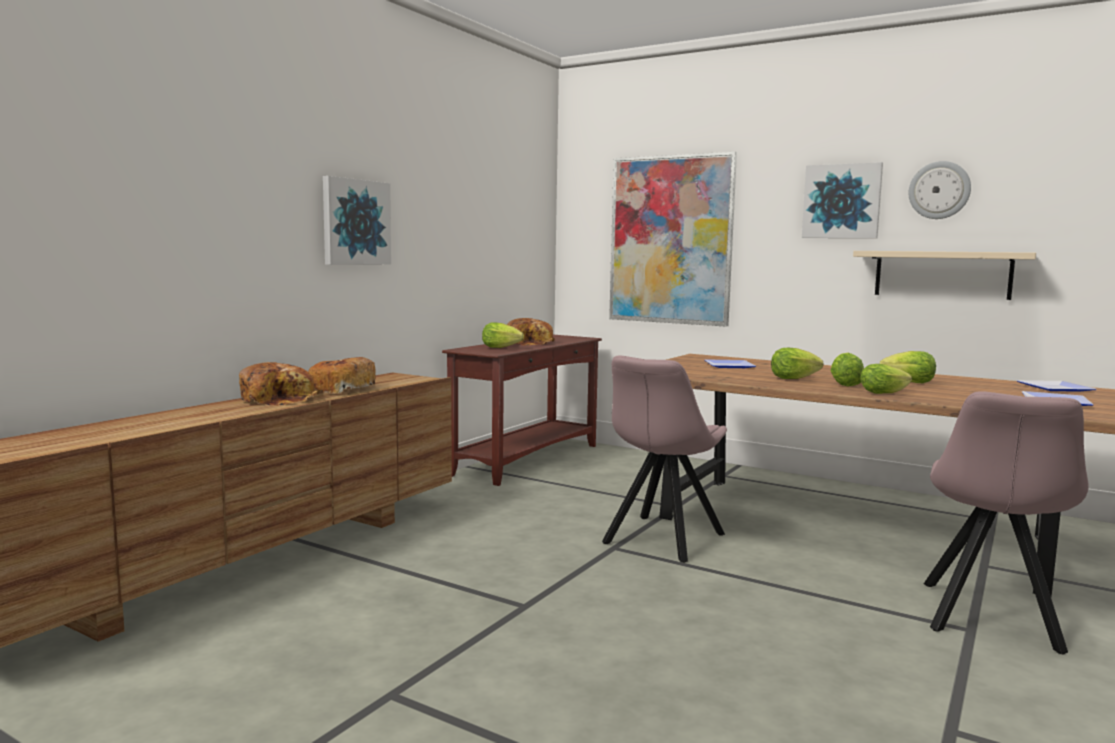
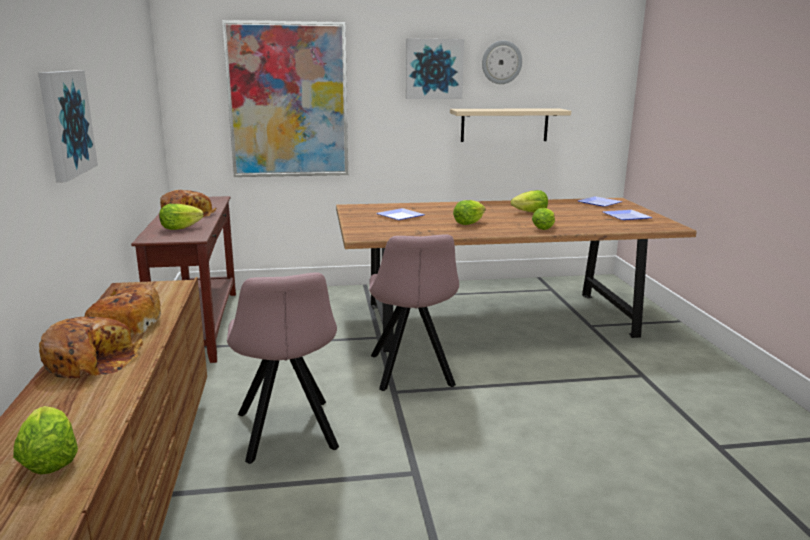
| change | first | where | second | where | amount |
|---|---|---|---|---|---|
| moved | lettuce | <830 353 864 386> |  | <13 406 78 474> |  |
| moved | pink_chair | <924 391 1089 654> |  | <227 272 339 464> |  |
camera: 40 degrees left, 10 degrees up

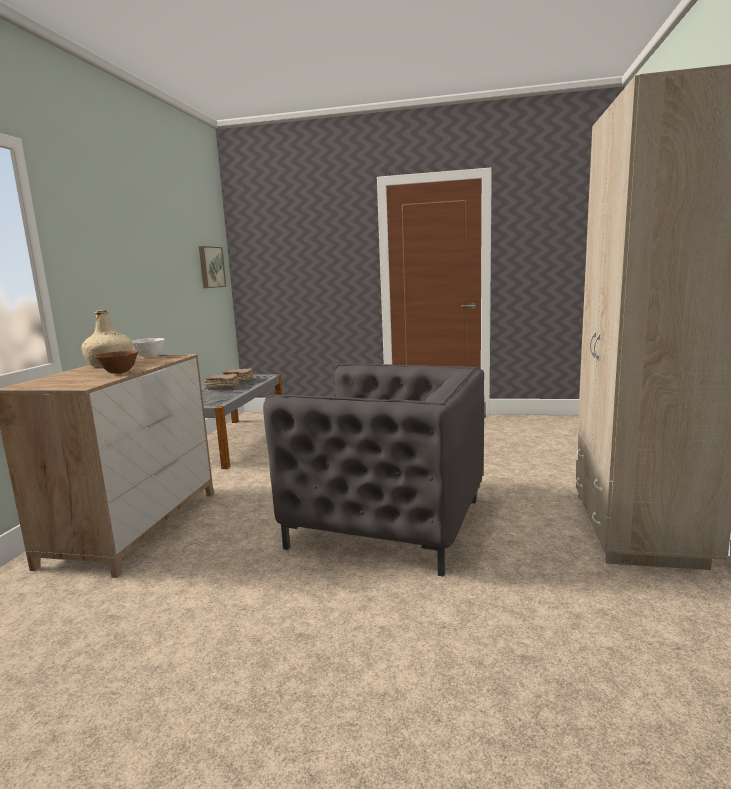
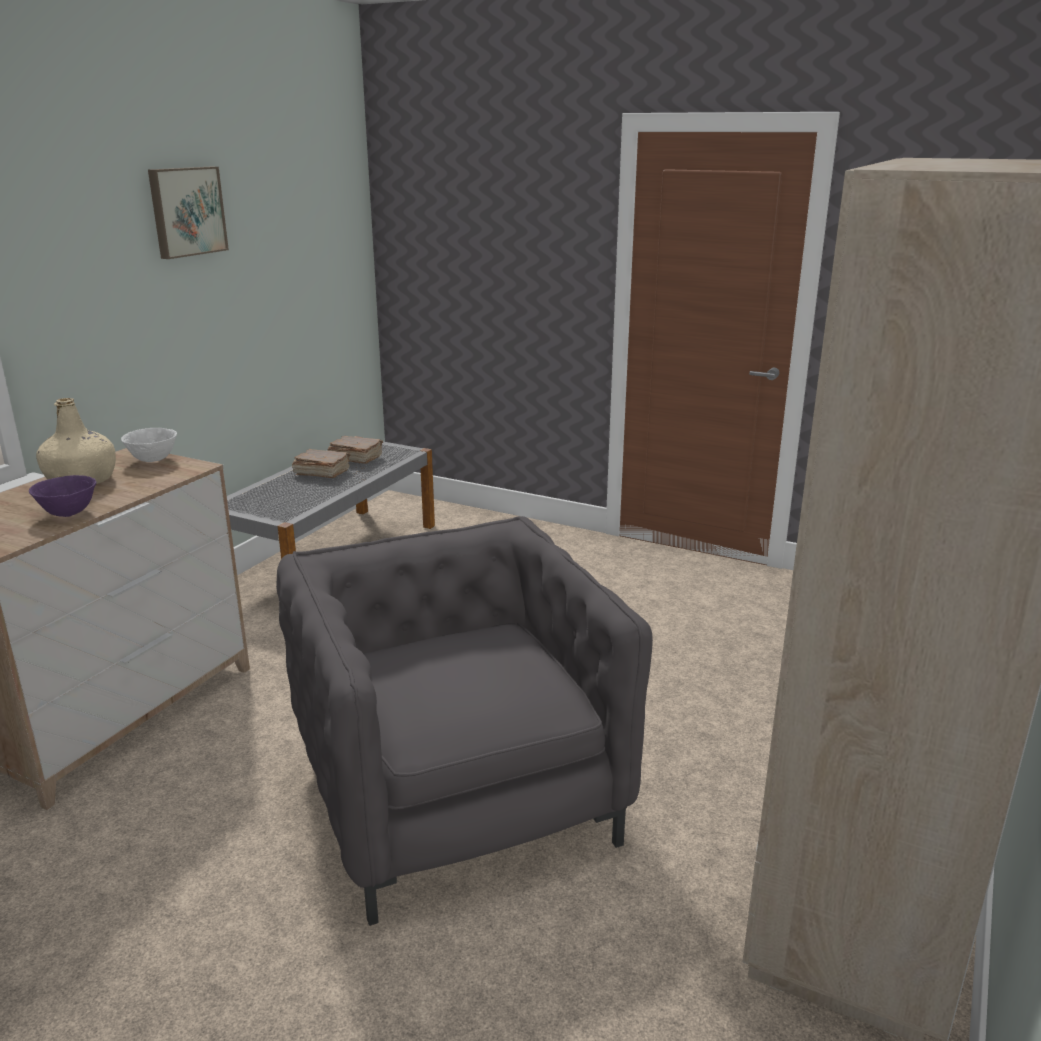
| change | first | where | second | where | amount |
|---|---|---|---|---|---|
| moved | picture | <199 246 226 288> |  | <148 167 229 259> |  |
| recoloured | brown_bowl | <94 351 138 374> | purple_bowl | <29 475 96 517> |  |
| turned | grey_armchair | <263 364 484 577> |  | <276 516 653 926> | 150 degrees counterclockwise |
camera: 15 degrees right, 10 degrees up

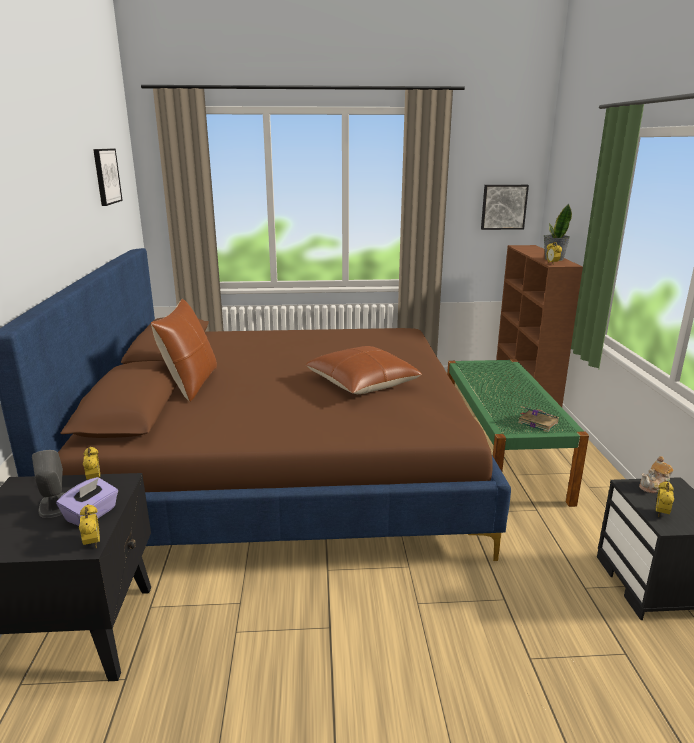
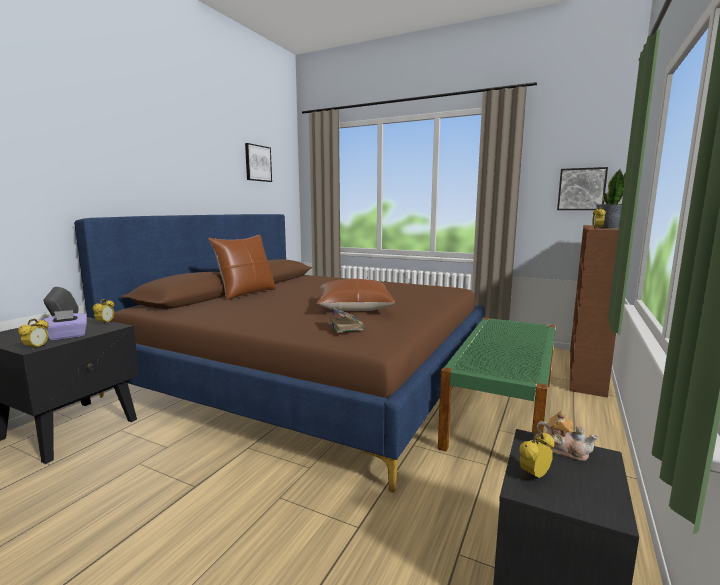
| change | first | where | second | where | amount |
|---|---|---|---|---|---|
| moved | book | <518 406 559 432> |  | <328 307 365 333> |  |
| turned | teapot | <639 456 673 493> |  | <537 411 599 461> | 150 degrees counterclockwise |
camera: 30 degrees right, 10 degrees down

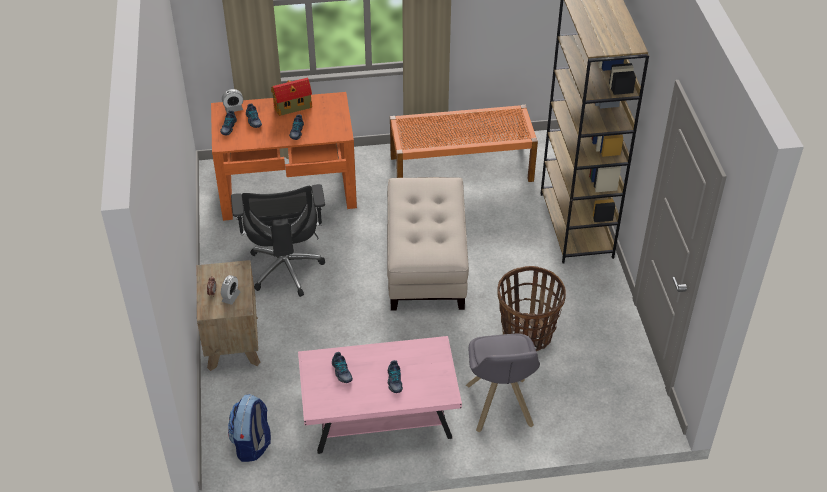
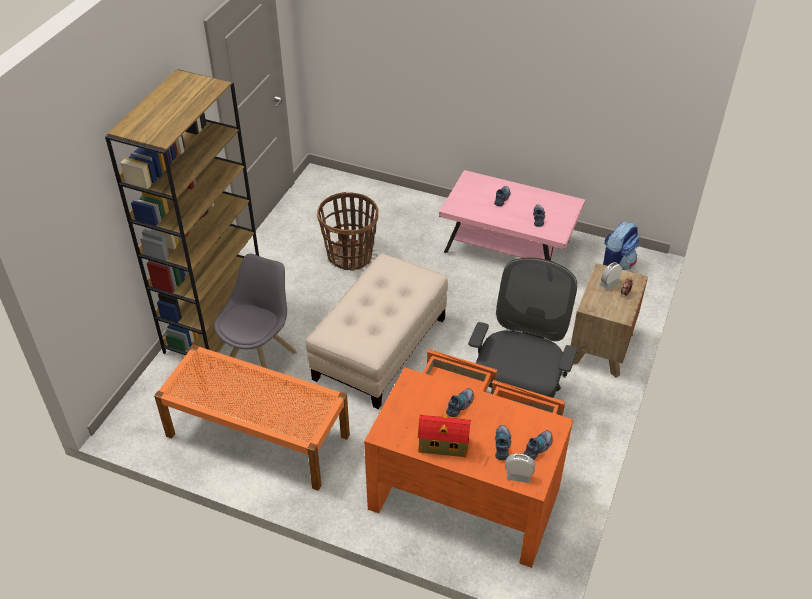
| change | first | where | second | where | amount |
|---|---|---|---|---|---|
| moved | grey_chair | <466 334 540 433> |  | <214 254 297 389> |  |
camera: 150 degrees left, 0 degrees up

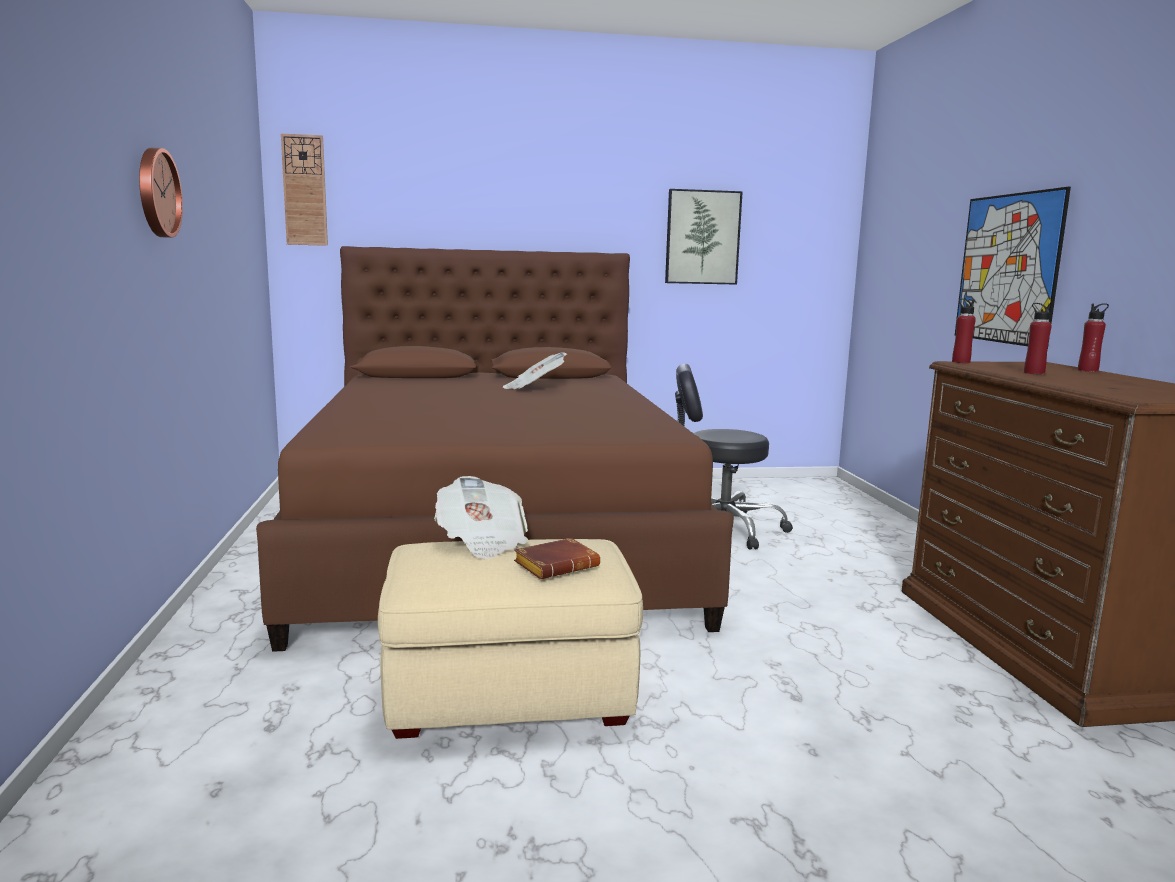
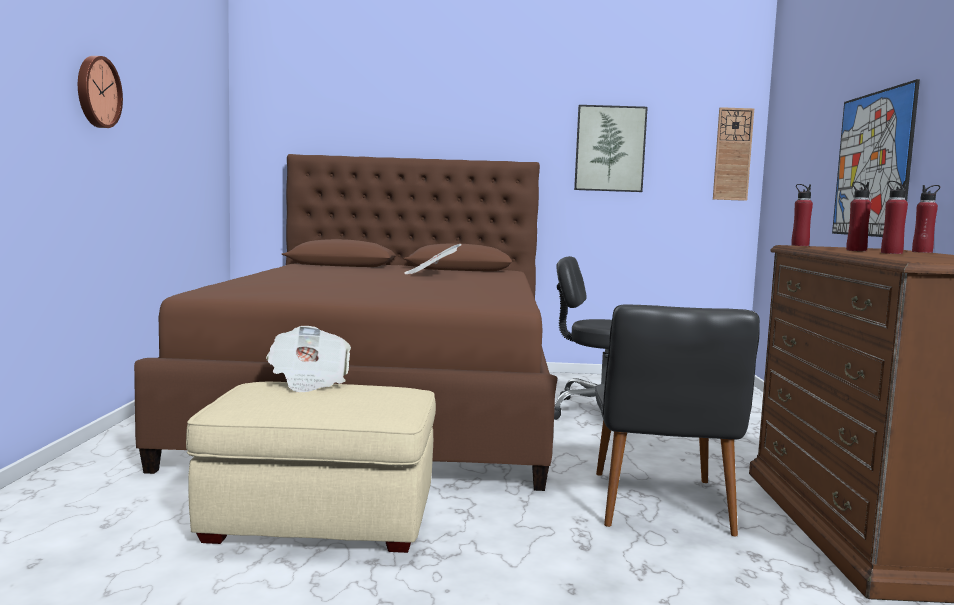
| change | first | where | second | where | amount |
|---|---|---|---|---|---|
| removed | brown_book | <514 538 600 579> |  |  |  |
| added |  |  | black_chair | <595 304 760 537> |  |
| added |  |  | red_bottle | <881 181 908 254> |  |
| moved | wall_clock | <281 134 328 246> |  | <713 107 754 201> |  |
camera: 10 degrees right, 5 degrees down

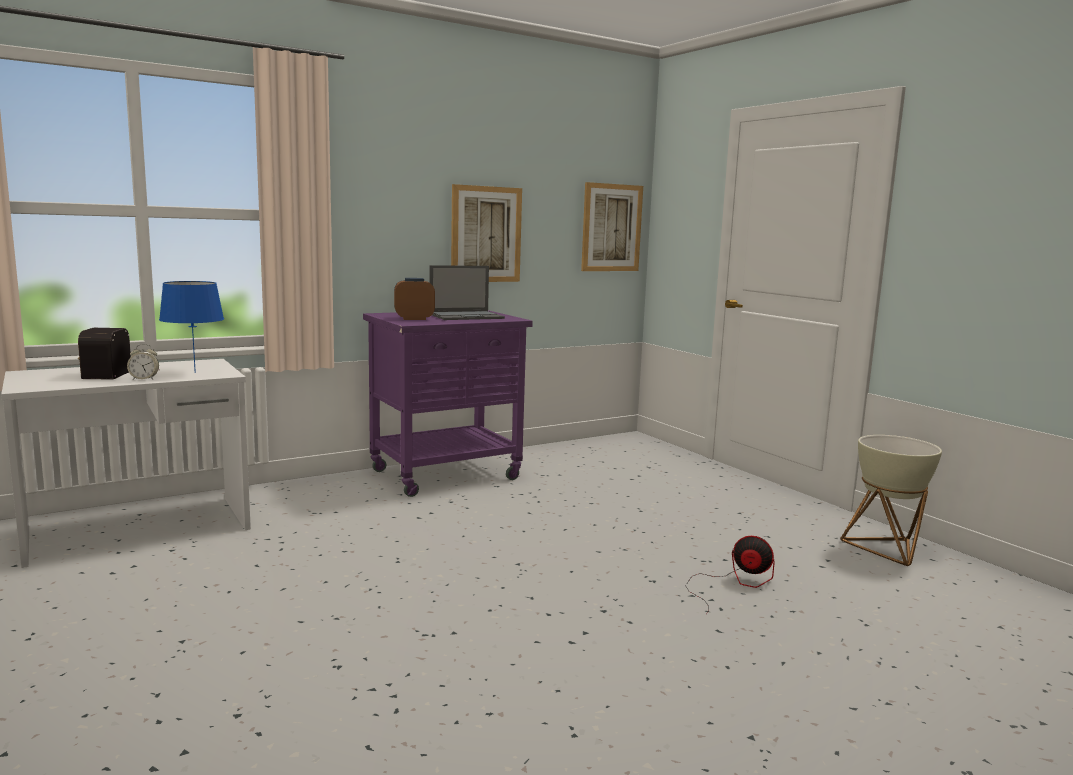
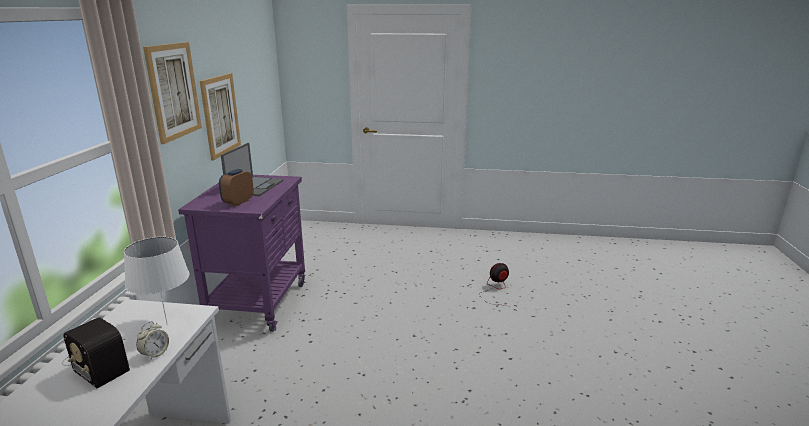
| change | first | where | second | where | amount |
|---|---|---|---|---|---|
| removed | planter | <840 435 942 566> |  |  |  |
| moved | picture | <581 182 643 271> |  | <143 42 202 144> |  |
| recoloured | blue_table_lamp | <159 281 224 373> | white_table_lamp | <124 237 189 325> |  |
camera: 50 degrees left, 10 degrees up

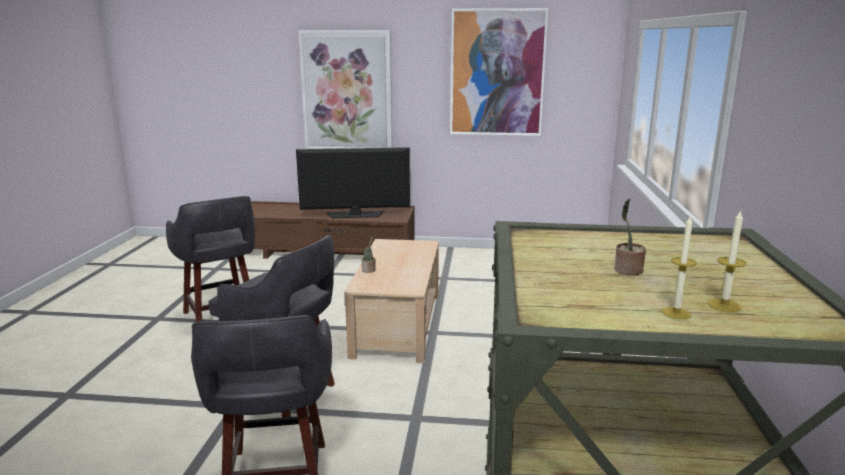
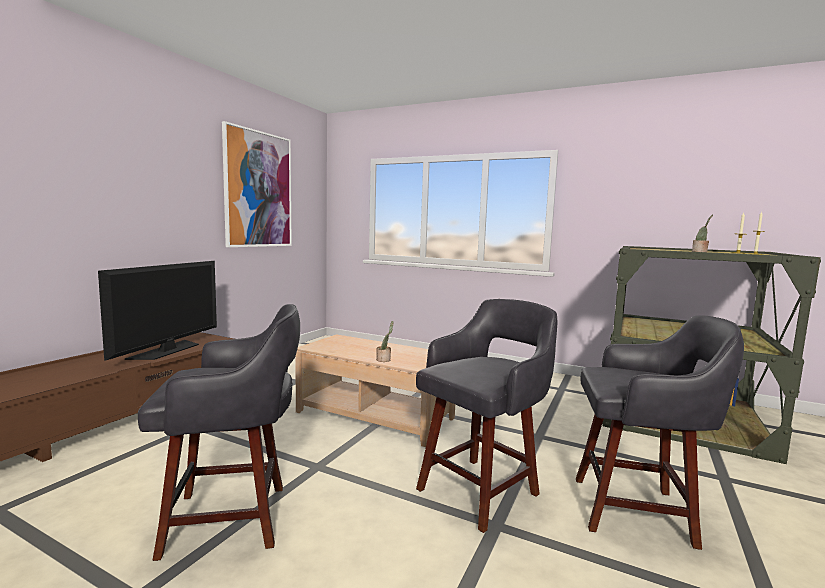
| change | first | where | second | where | amount |
|---|---|---|---|---|---|
| removed | picture | <298 30 392 149> |  |  |  |
camera: 70 degrees left, 10 degrees down

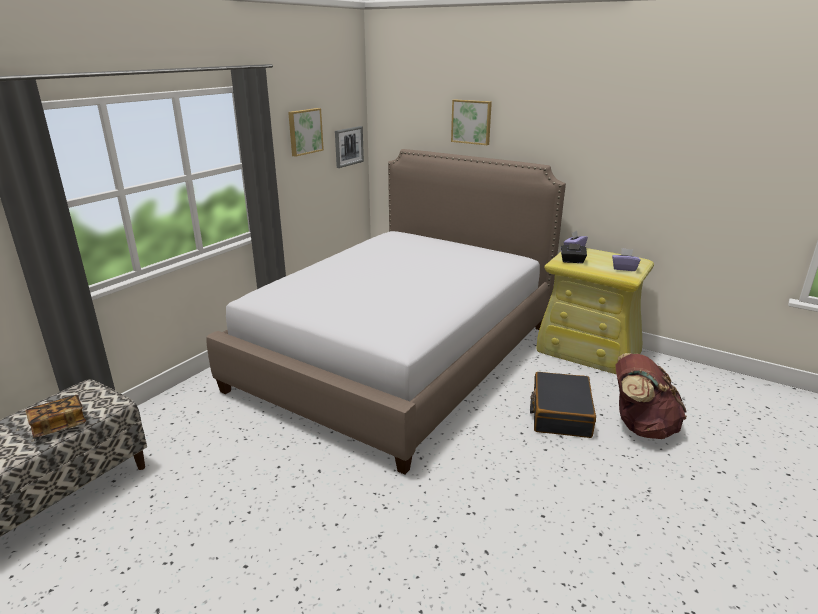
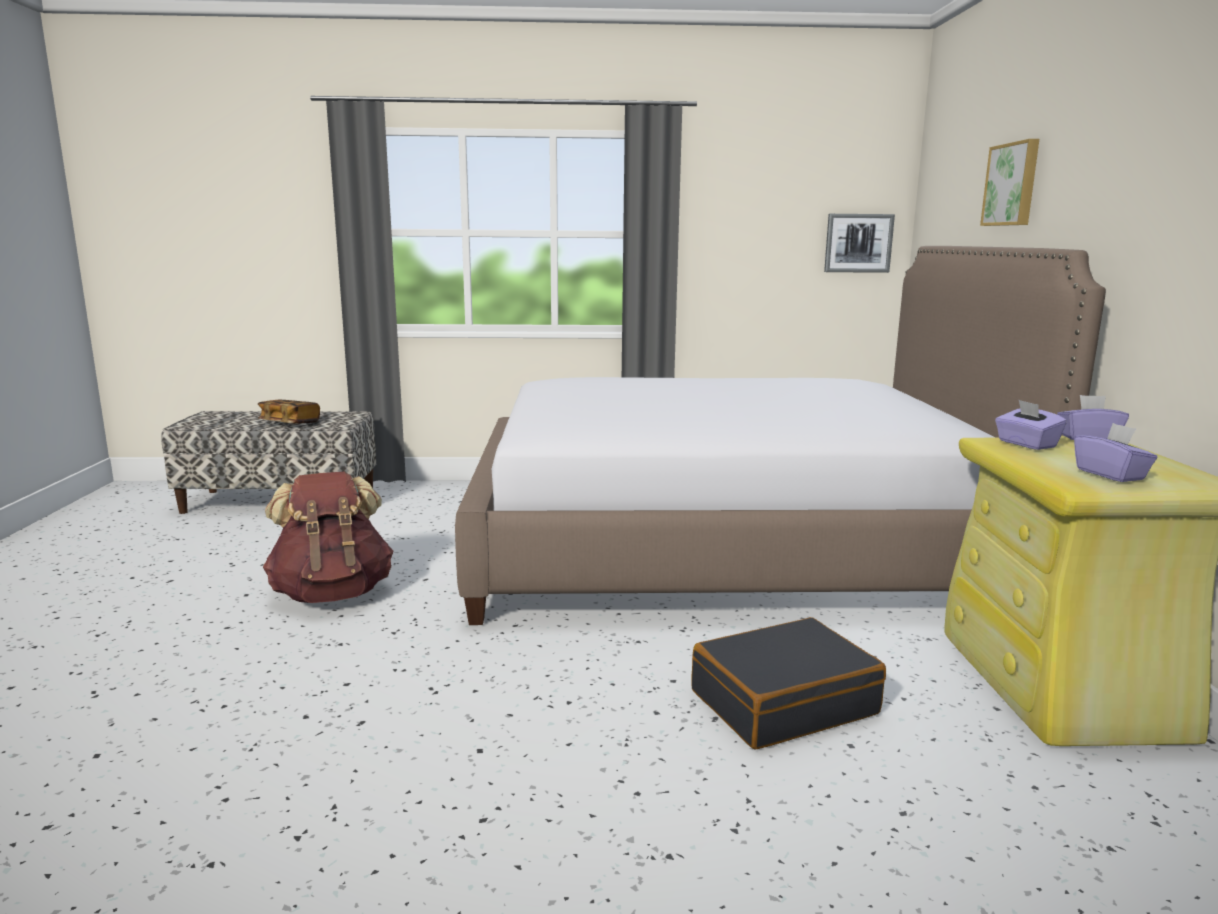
| change | first | where | second | where | amount |
|---|---|---|---|---|---|
| removed | picture | <288 108 324 157> |  |  |  |
| moved | brown_backpack | <615 353 687 439> |  | <263 472 393 603> |  |
| recoloured | black_tissue_box | <561 243 587 263> | purple_tissue_box | <995 400 1067 450> |  |
camera: 55 degrees right, 10 degrees down

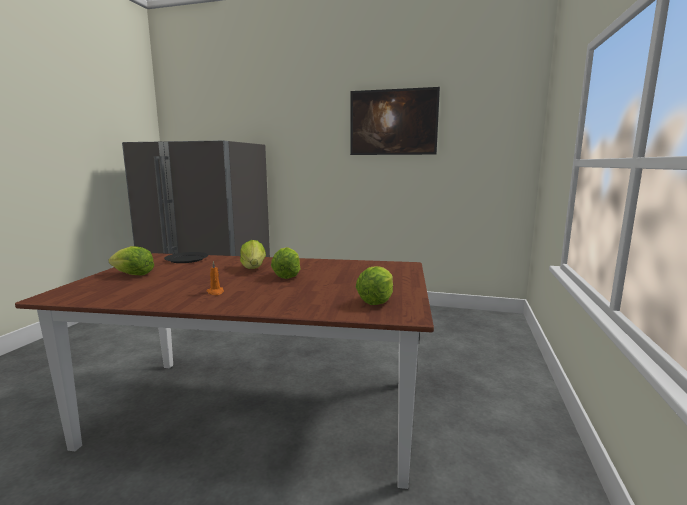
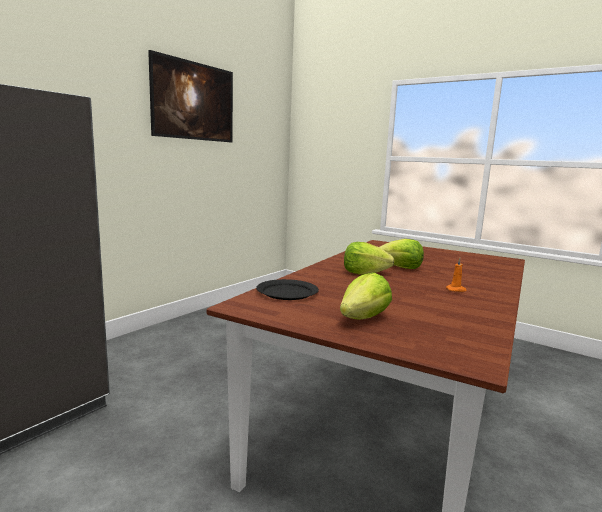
| change | first | where | second | where | amount |
|---|---|---|---|---|---|
| removed | lettuce | <356 266 393 305> |  |  |  |
camera: 70 degrees left, 0 degrees up

